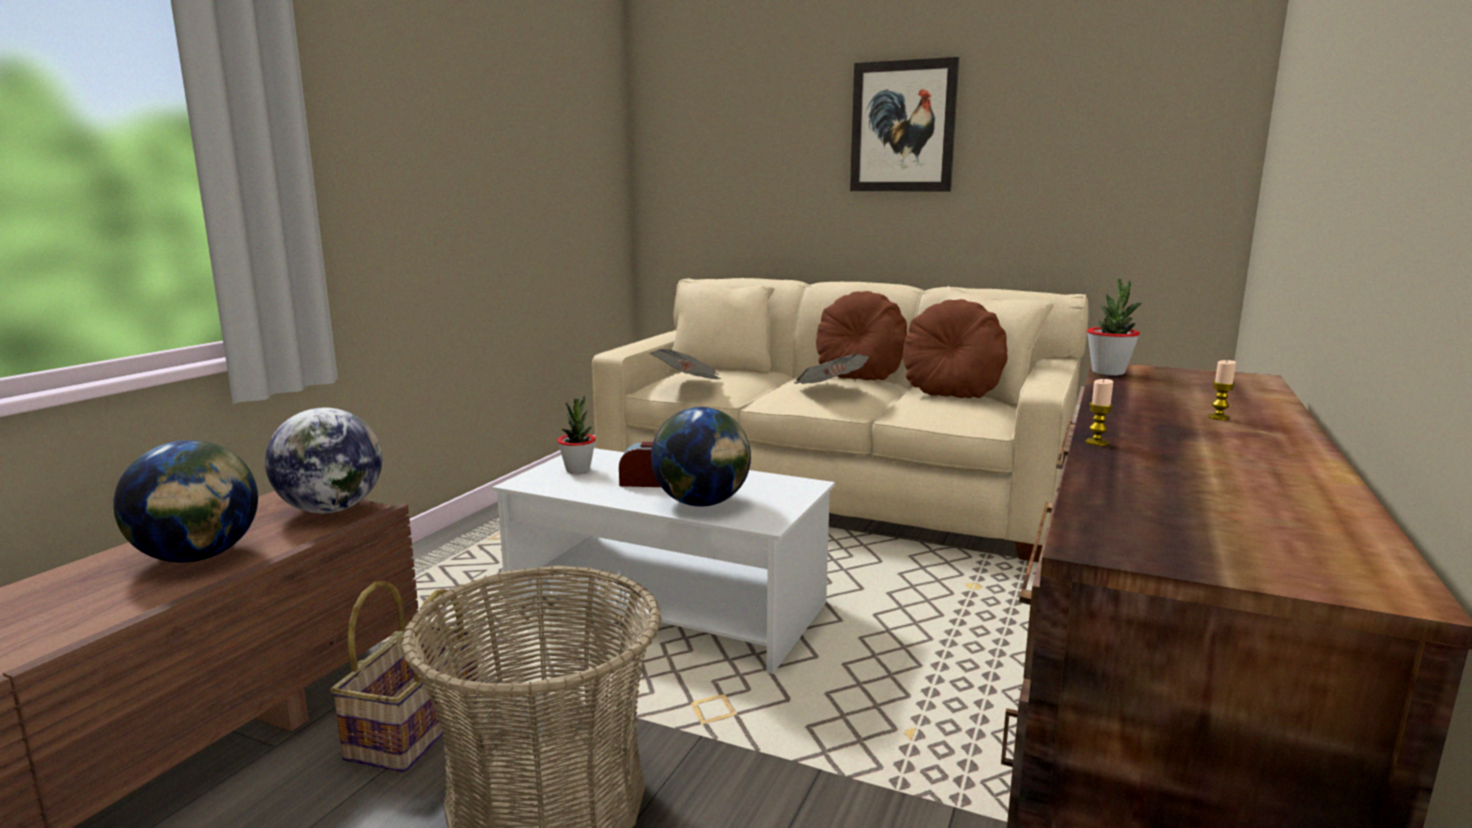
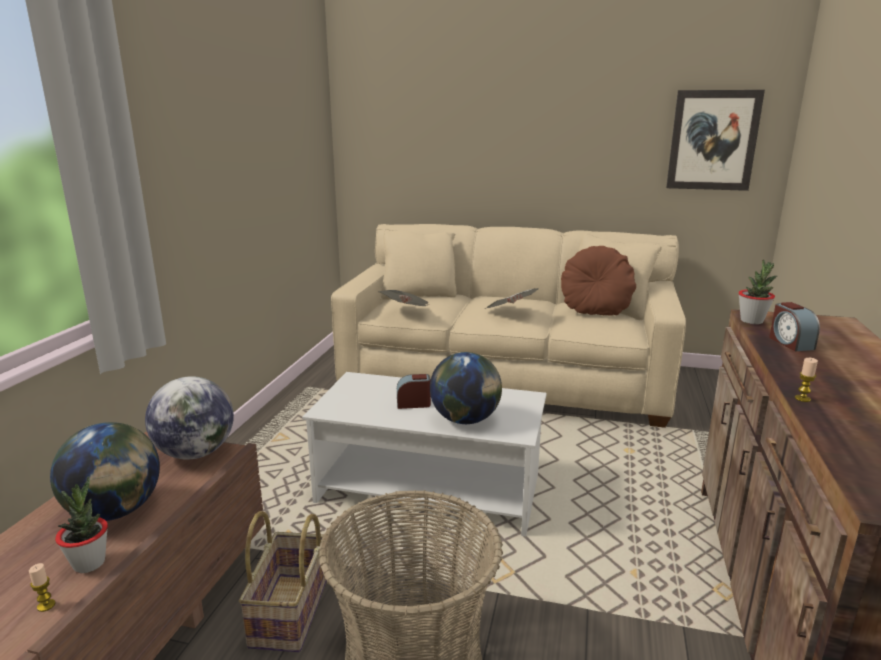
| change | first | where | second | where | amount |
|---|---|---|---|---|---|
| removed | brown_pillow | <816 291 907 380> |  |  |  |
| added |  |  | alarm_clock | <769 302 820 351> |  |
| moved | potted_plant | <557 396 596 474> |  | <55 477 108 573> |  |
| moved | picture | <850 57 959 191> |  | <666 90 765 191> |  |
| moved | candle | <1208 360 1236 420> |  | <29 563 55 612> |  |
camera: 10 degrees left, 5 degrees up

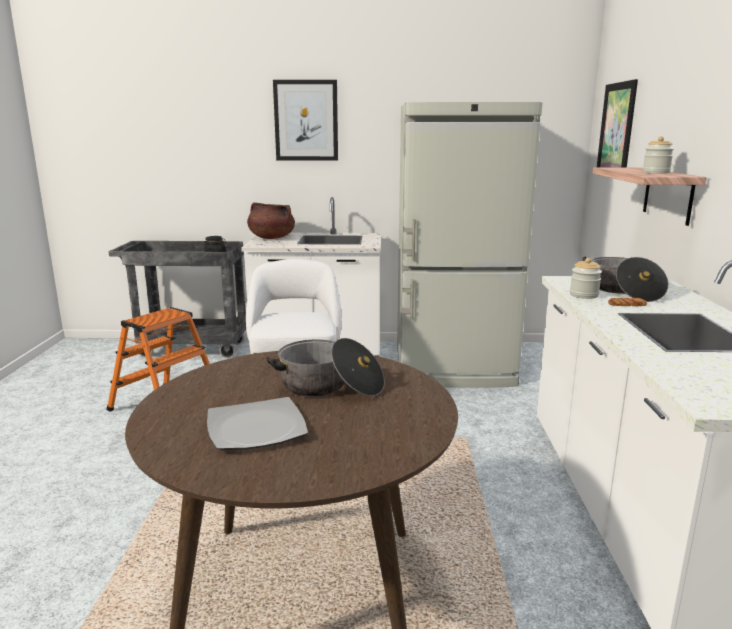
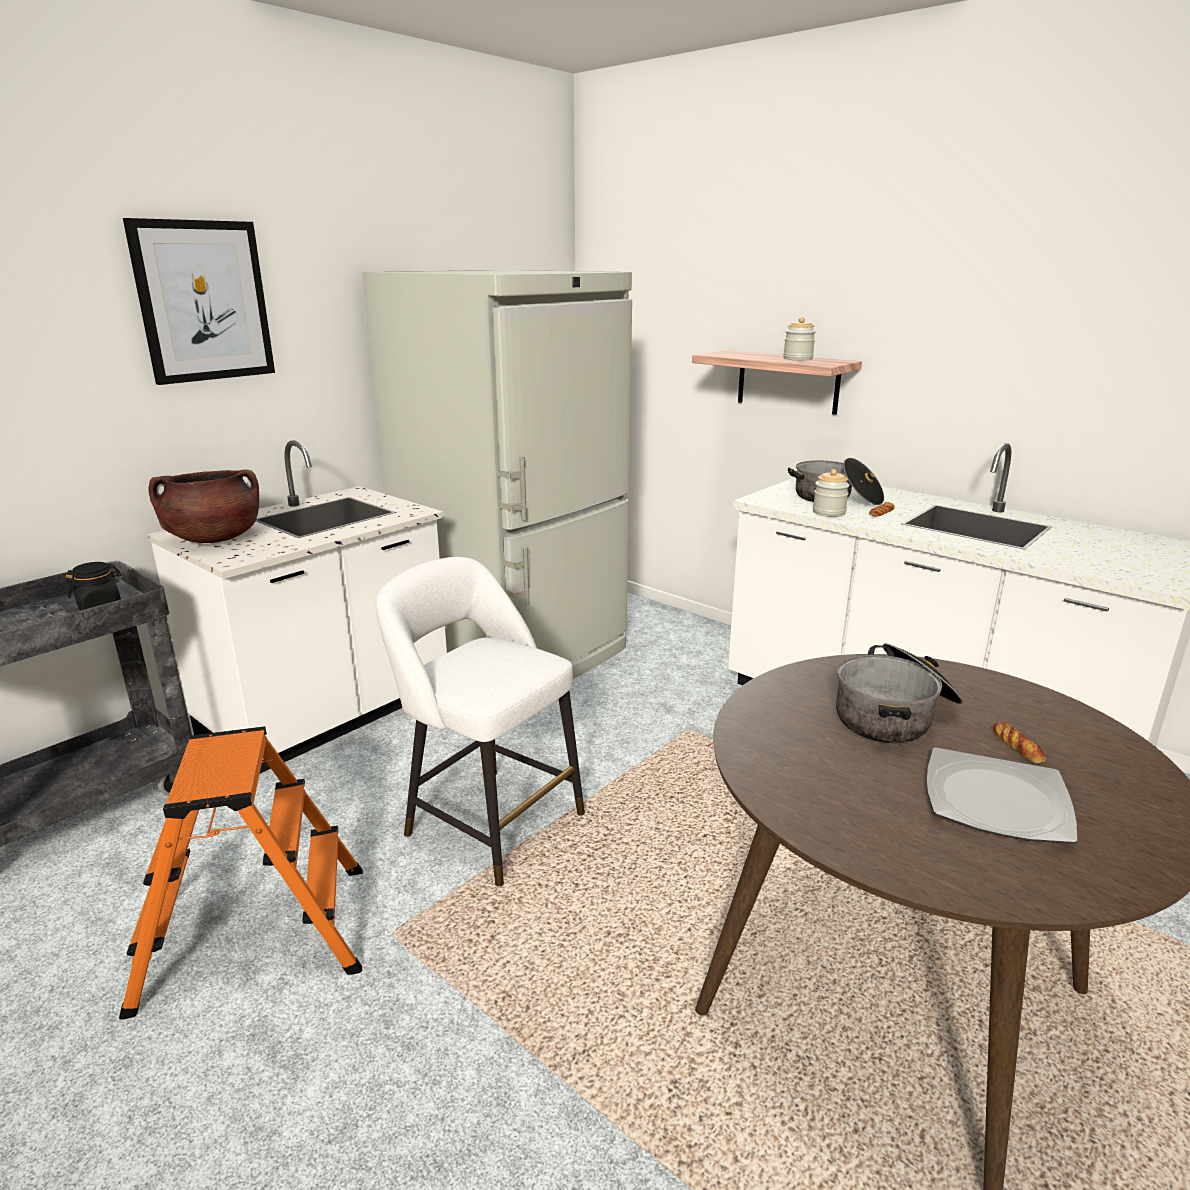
| change | first | where | second | where | amount |
|---|---|---|---|---|---|
| removed | picture | <597 79 638 167> |  |  |  |
| added |  |  | bread | <993 722 1046 764> |  |
camera: 50 degrees left, 5 degrees up

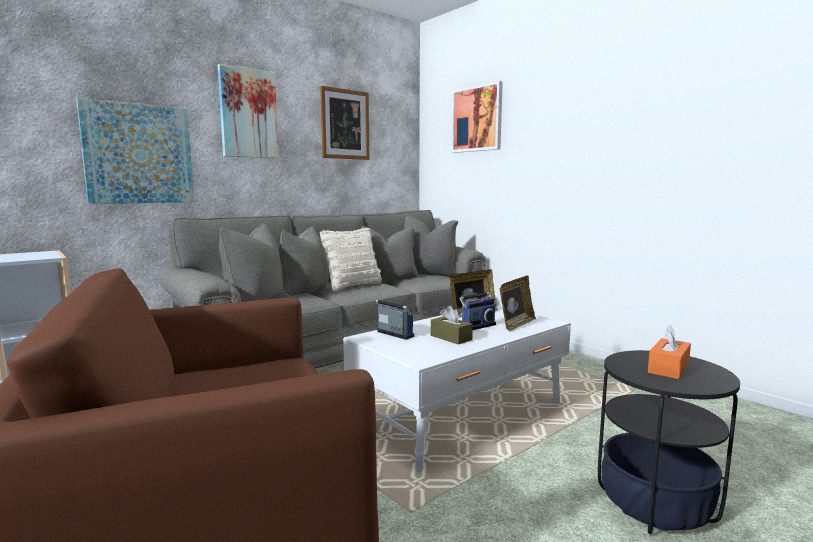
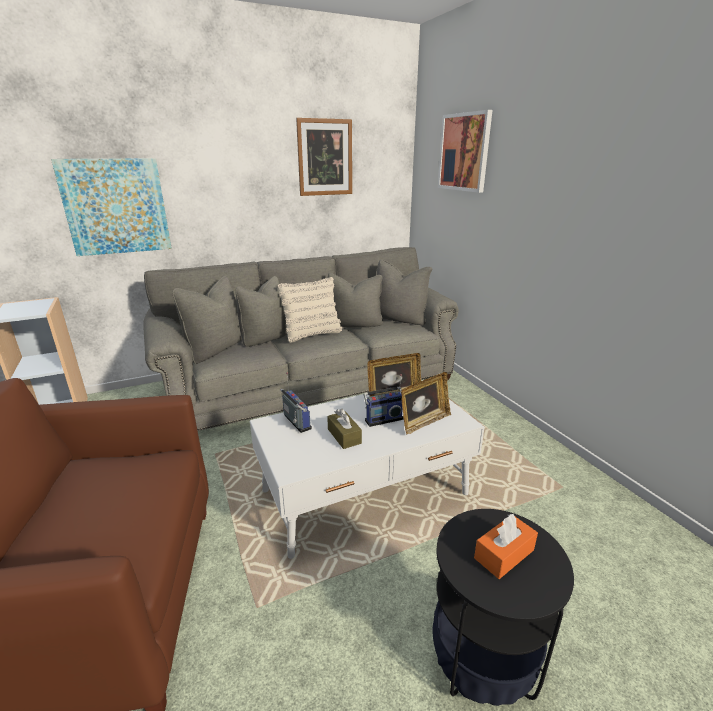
| change | first | where | second | where | amount |
|---|---|---|---|---|---|
| removed | picture | <218 64 279 158> |  |  |  |
camera: 15 degrees right, 15 degrees up

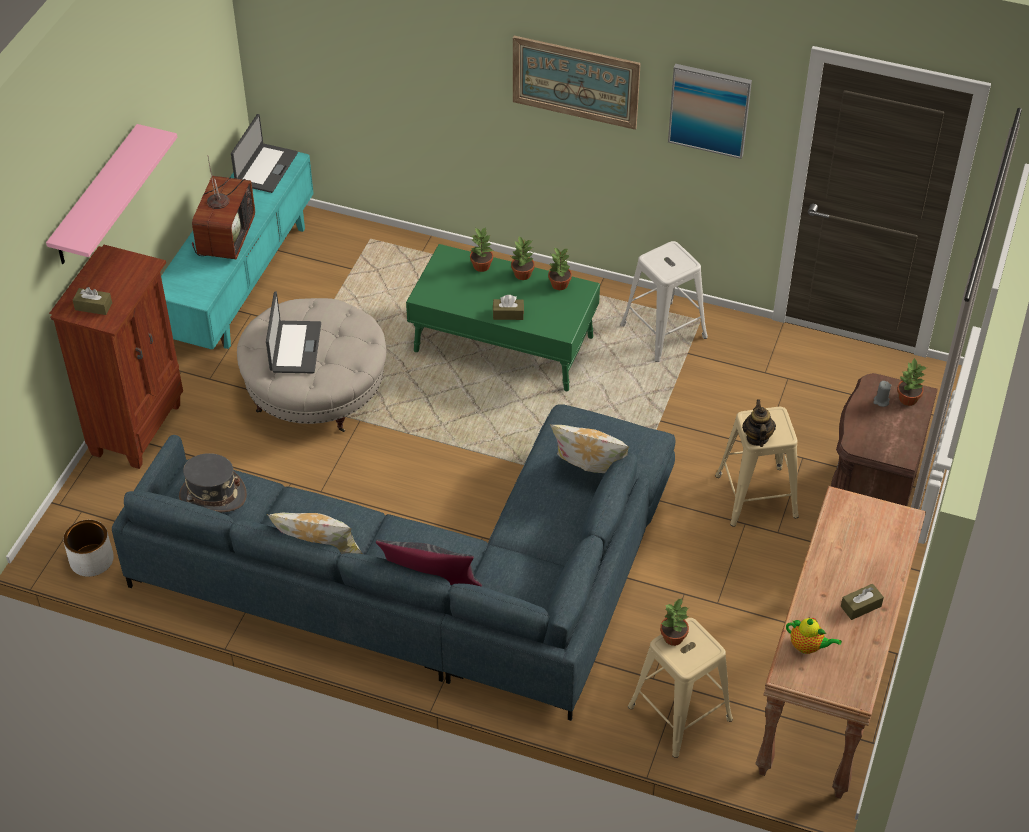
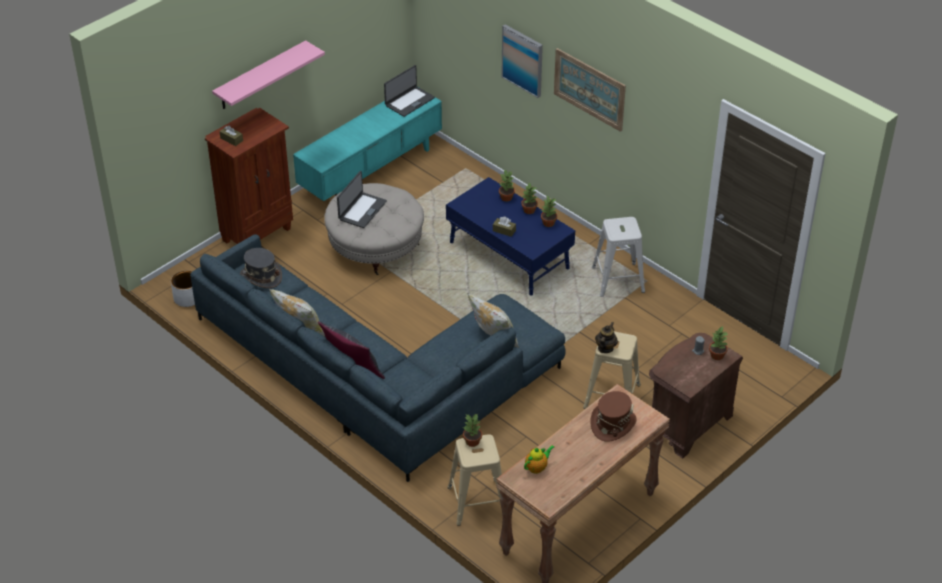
| change | first | where | second | where | amount |
|---|---|---|---|---|---|
| removed | television | <192 155 255 259> |  |  |  |
| removed | brown_tissue_box | <841 584 884 620> |  |  |  |
| added |  |  | brown_hat | <590 391 636 442> |  |
| moved | picture | <668 64 752 159> |  | <501 24 543 98> |  |
| recoloured | green_coffee_table | <406 244 600 391> | blue_coffee_table | <446 177 575 296> |  |
| turned | teapot | <786 617 842 654> |  | <524 445 554 474> | 90 degrees counterclockwise |
camera: 25 degrees right, 5 degrees down

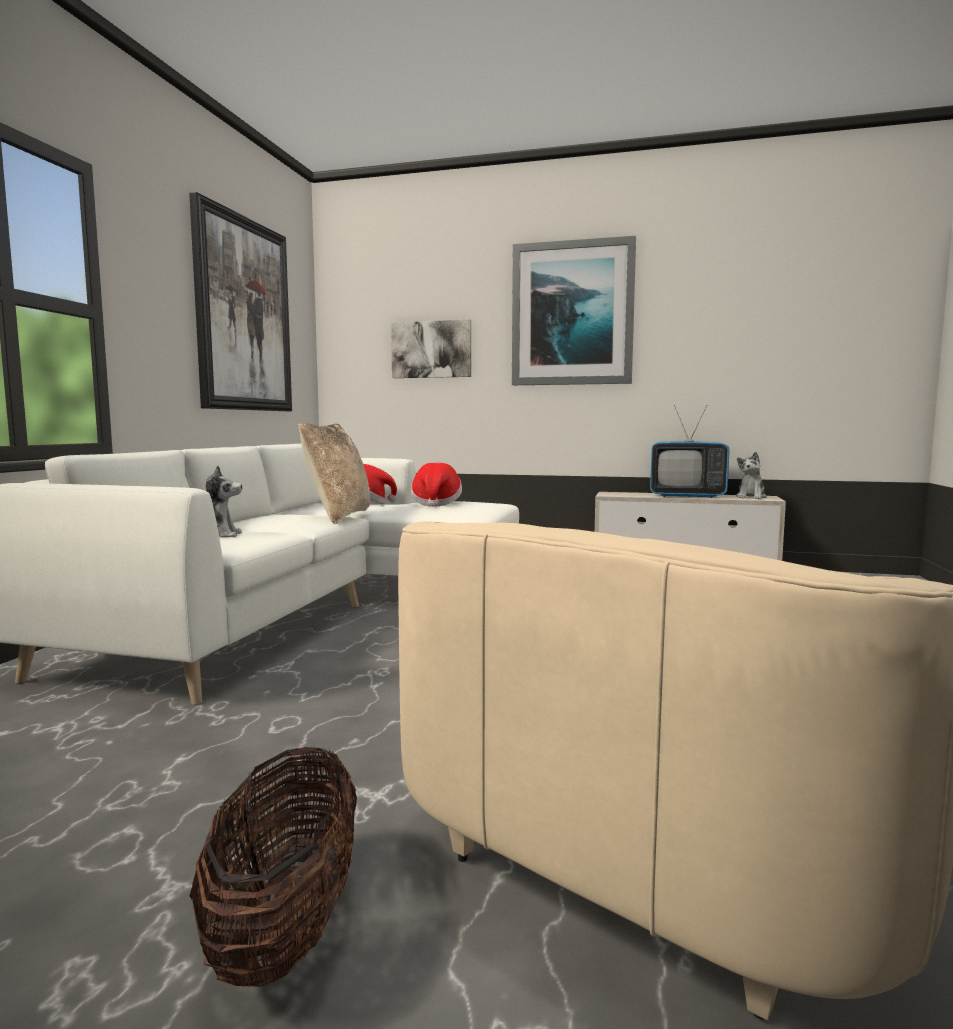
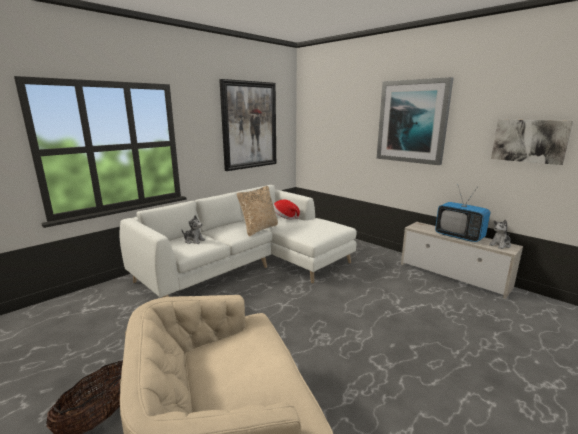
| change | first | where | second | where | amount |
|---|---|---|---|---|---|
| removed | hat | <411 463 462 507> |  |  |  |
| moved | picture | <391 319 471 378> |  | <491 119 573 165> |  |
camera: 30 degrees right, 10 degrees up

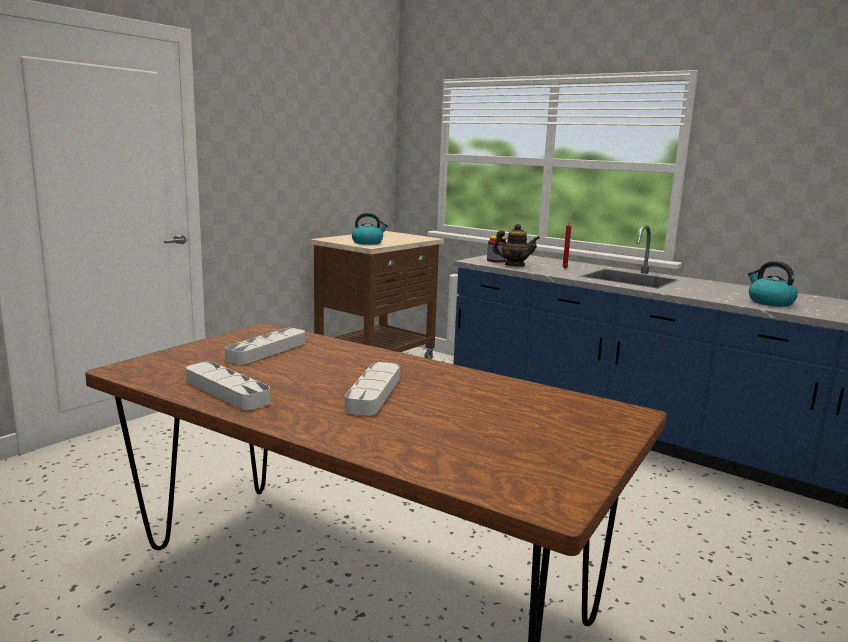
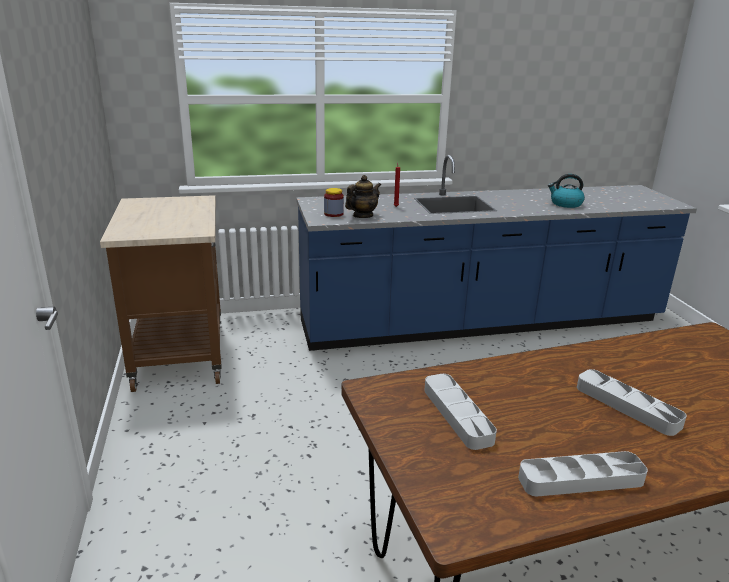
| change | first | where | second | where | amount |
|---|---|---|---|---|---|
| removed | kettle | <352 213 388 245> |  |  |  |
camera: 50 degrees left, 10 degrees up

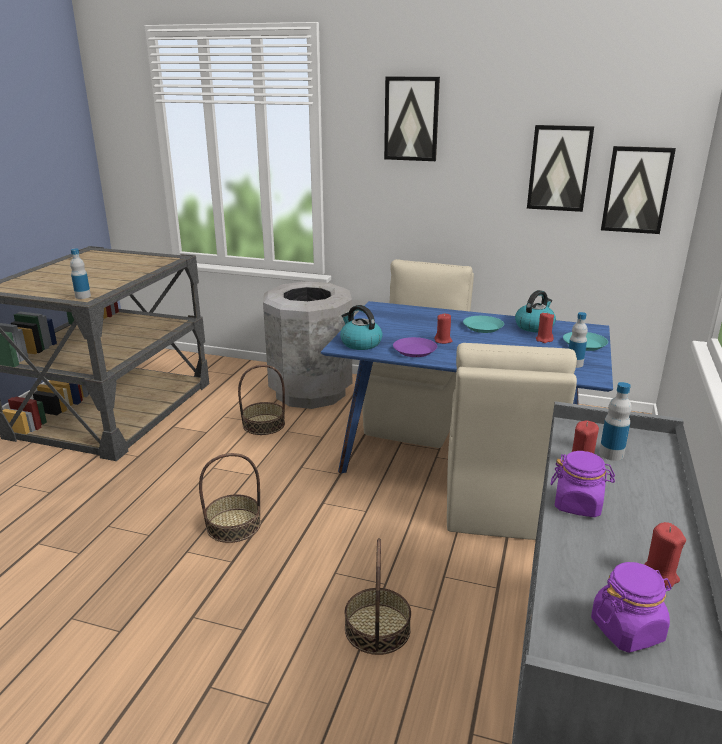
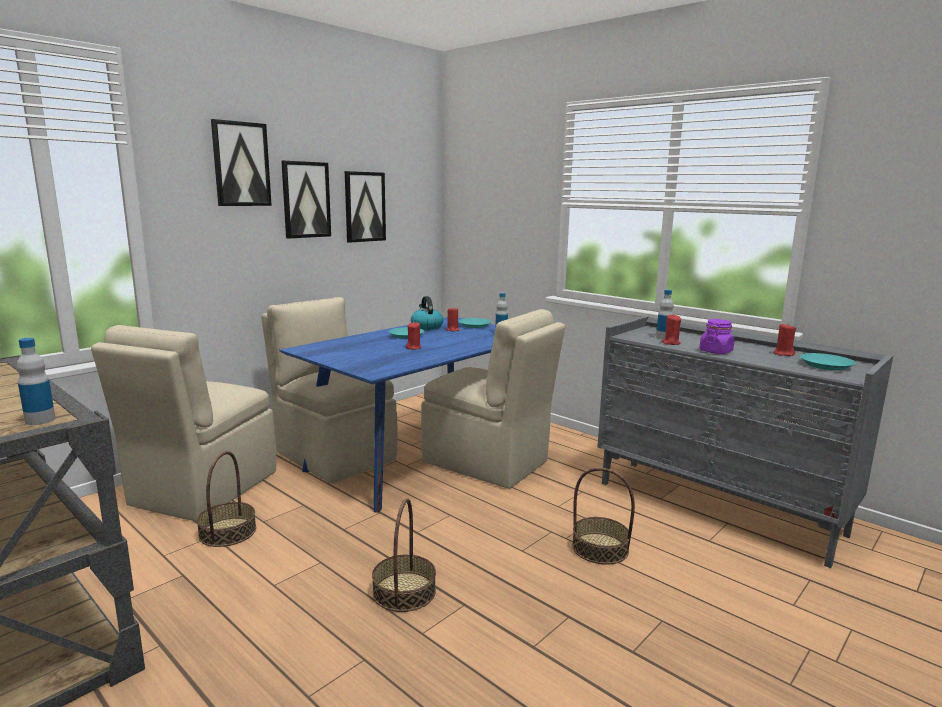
| change | first | where | second | where | amount |
|---|---|---|---|---|---|
| removed | kettle | <340 305 383 350> |  |  |  |
| removed | purple_plate | <393 337 437 357> |  |  |  |
| moved | picture | <601 146 676 234> |  | <281 161 331 239> |  |
| replaced | grey_trash_can | <263 281 352 409> | beige_chair | <91 325 276 522> |  |
| replaced | purple_jar | <591 562 672 653> | turquoise_plate | <800 353 855 370> |  |
camera: 65 degrees left, 10 degrees down

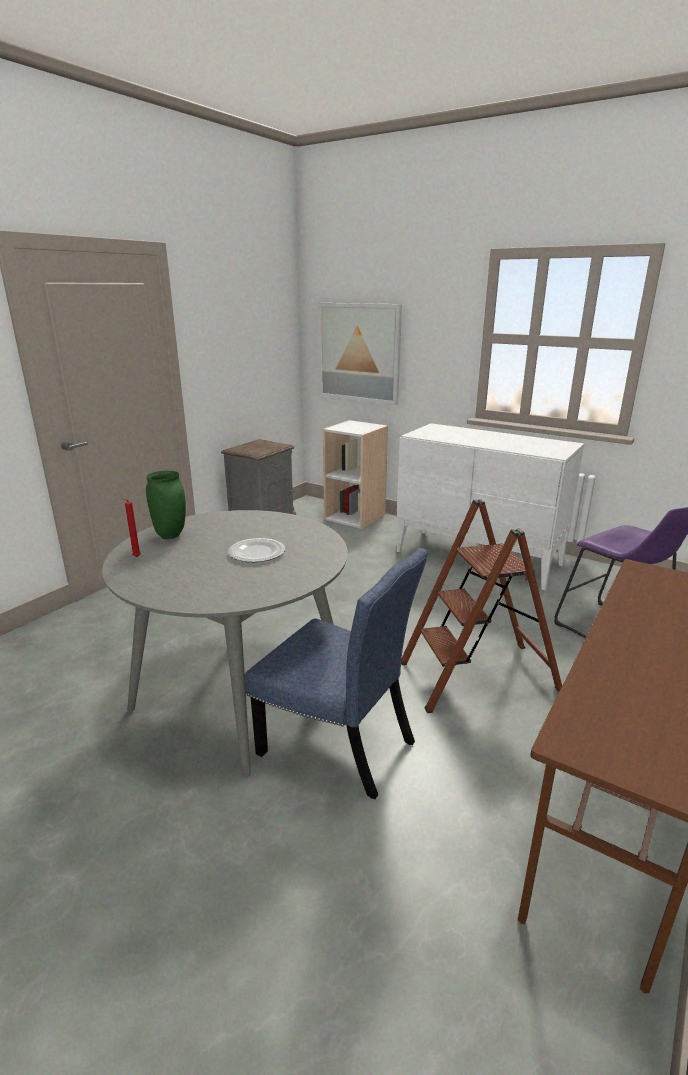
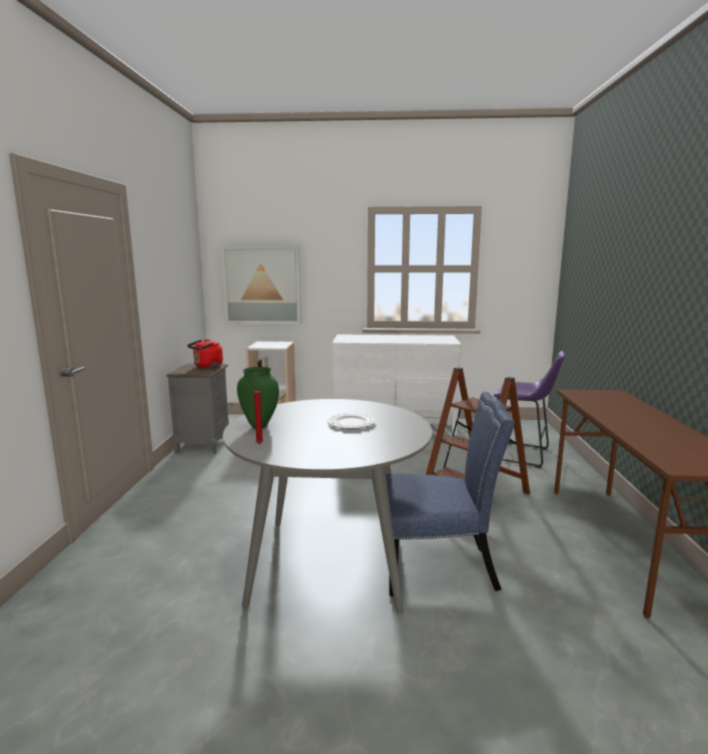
| change | first | where | second | where | amount |
|---|---|---|---|---|---|
| added |  |  | red_kettle | <187 339 223 368> |  |
camera: 30 degrees left, 10 degrees down

